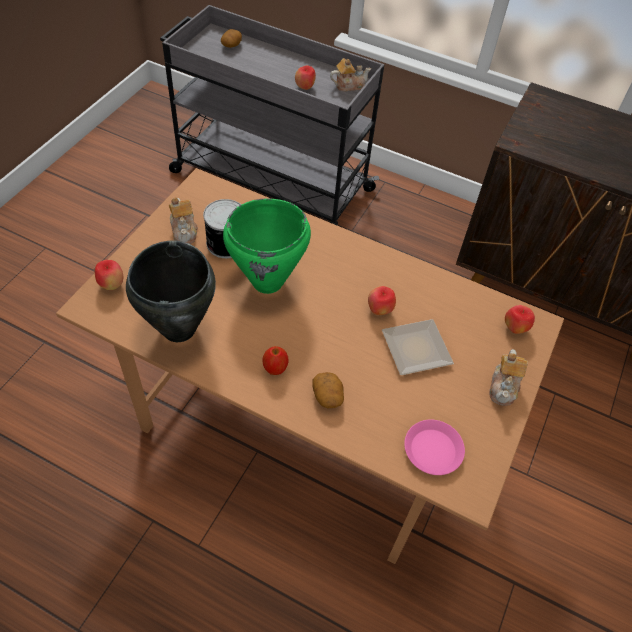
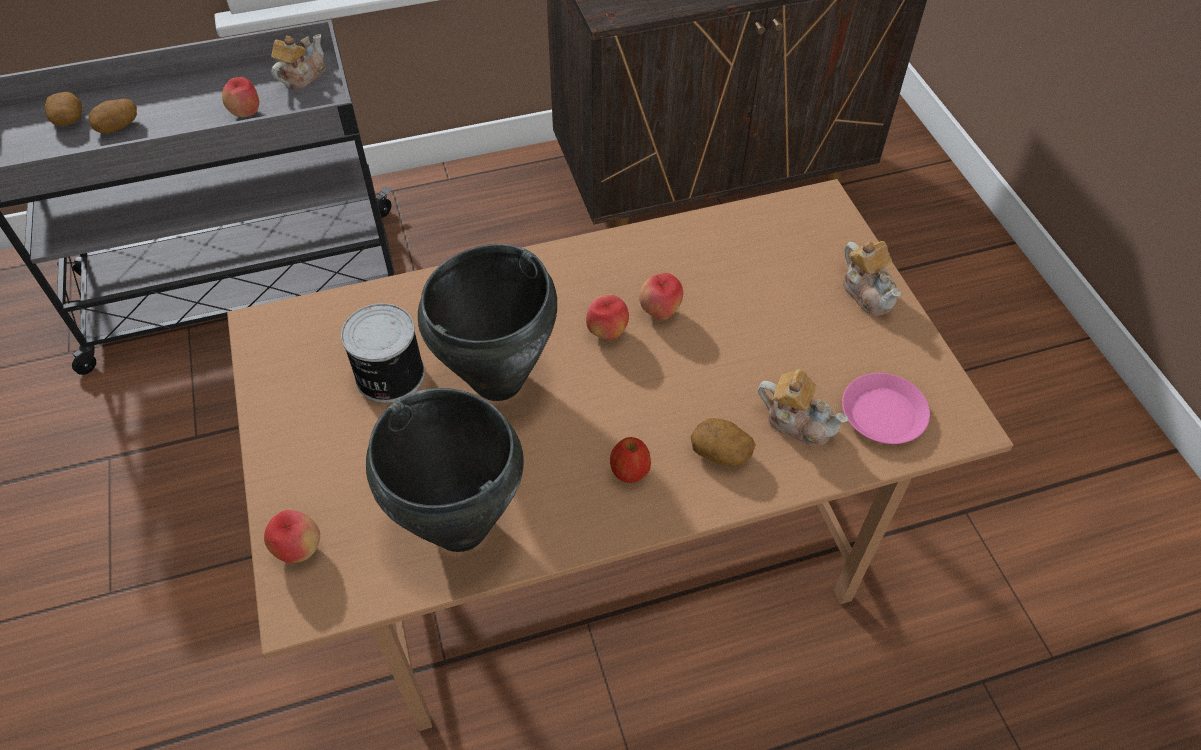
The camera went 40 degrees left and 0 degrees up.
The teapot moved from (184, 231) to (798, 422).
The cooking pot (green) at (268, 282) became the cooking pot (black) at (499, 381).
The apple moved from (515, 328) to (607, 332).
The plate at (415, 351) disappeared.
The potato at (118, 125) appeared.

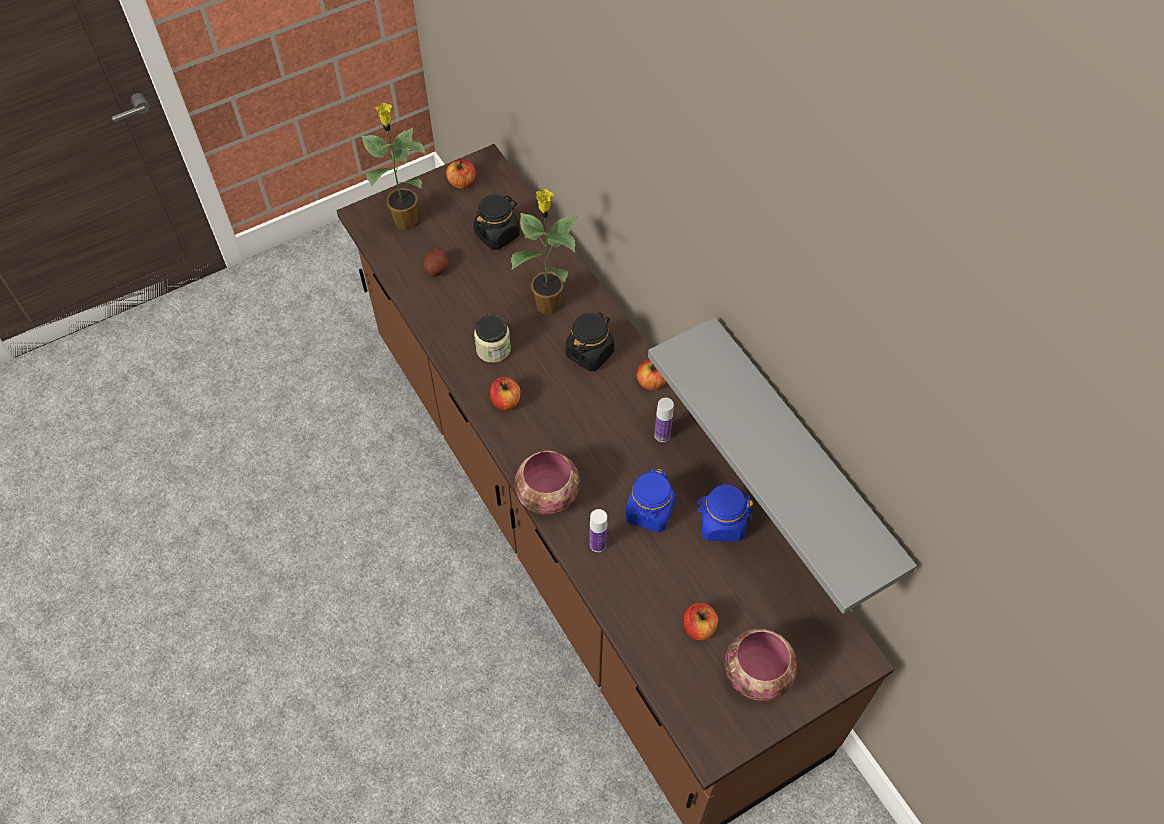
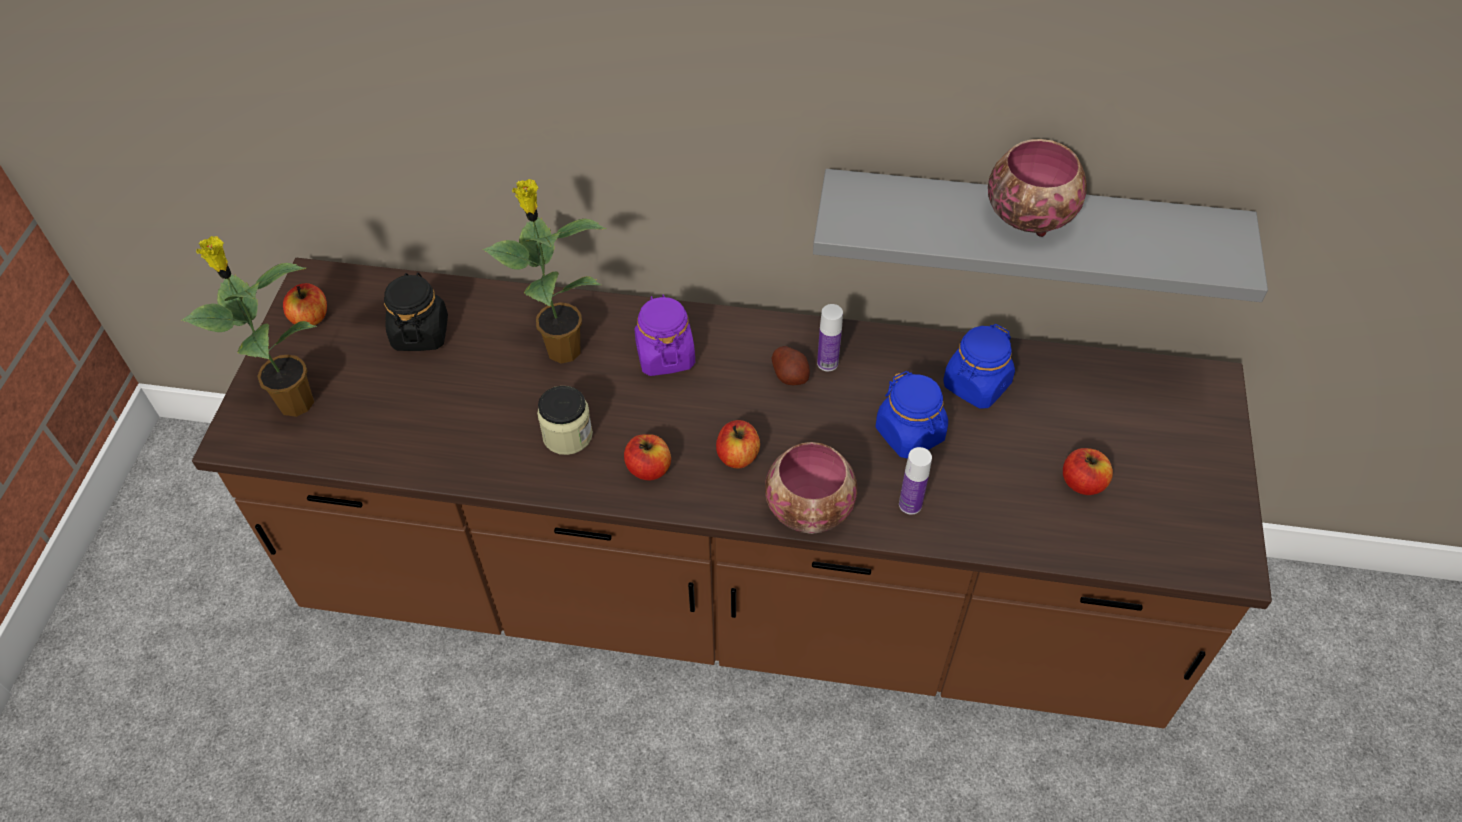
The camera went 50 degrees left and 5 degrees down.
The potato moved from (436, 268) to (790, 375).
The jar (black) at (589, 353) became the jar (purple) at (665, 355).
The apple moved from (652, 382) to (738, 456).
The bowl moved from (758, 674) to (1029, 216).

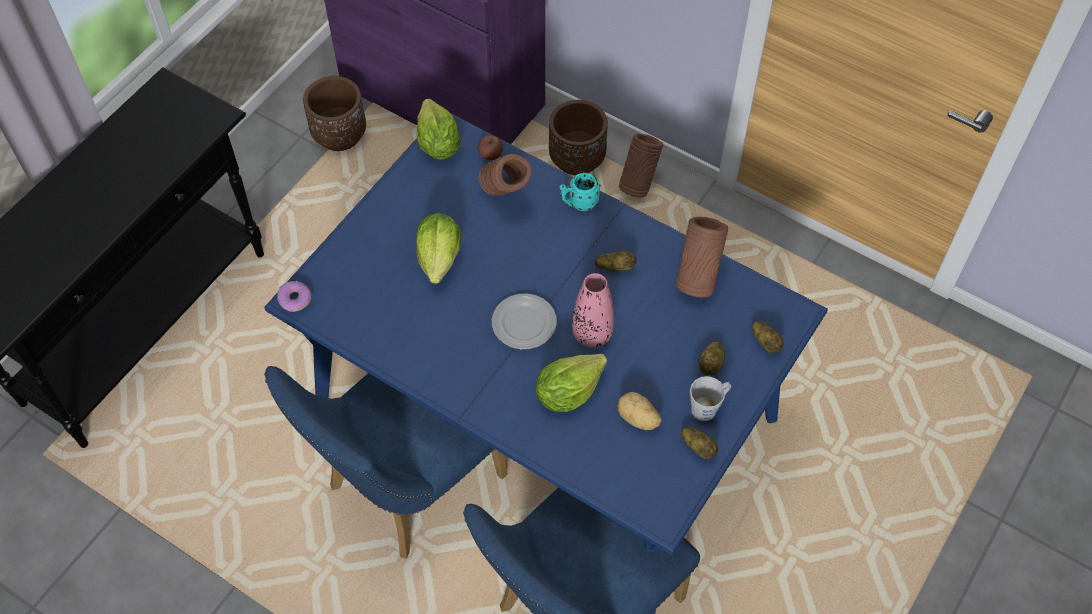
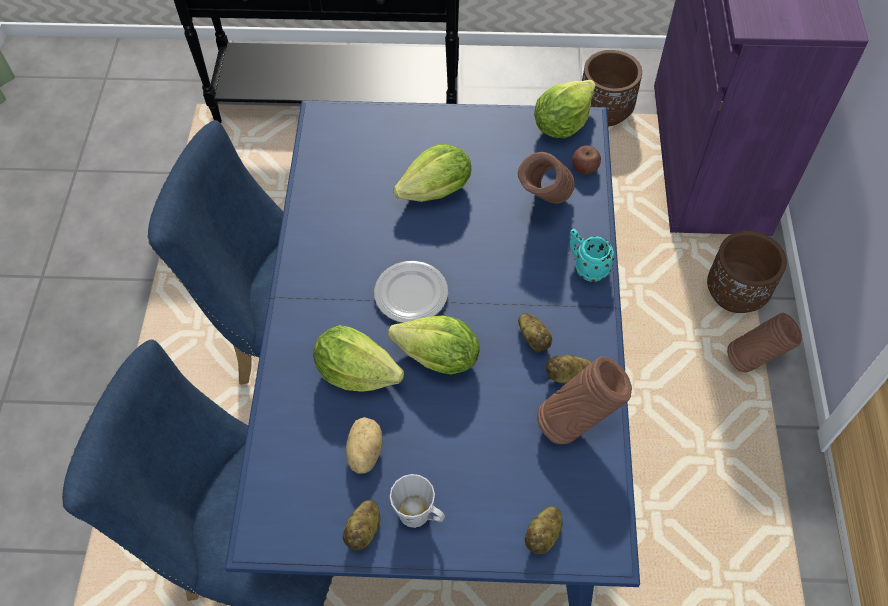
The camera went 60 degrees right and 0 degrees up.
The vase (pink) at (592, 334) was replaced by the lettuce at (439, 358).
The donut at (295, 299) disappeared.
The potato moved from (711, 364) to (568, 376).

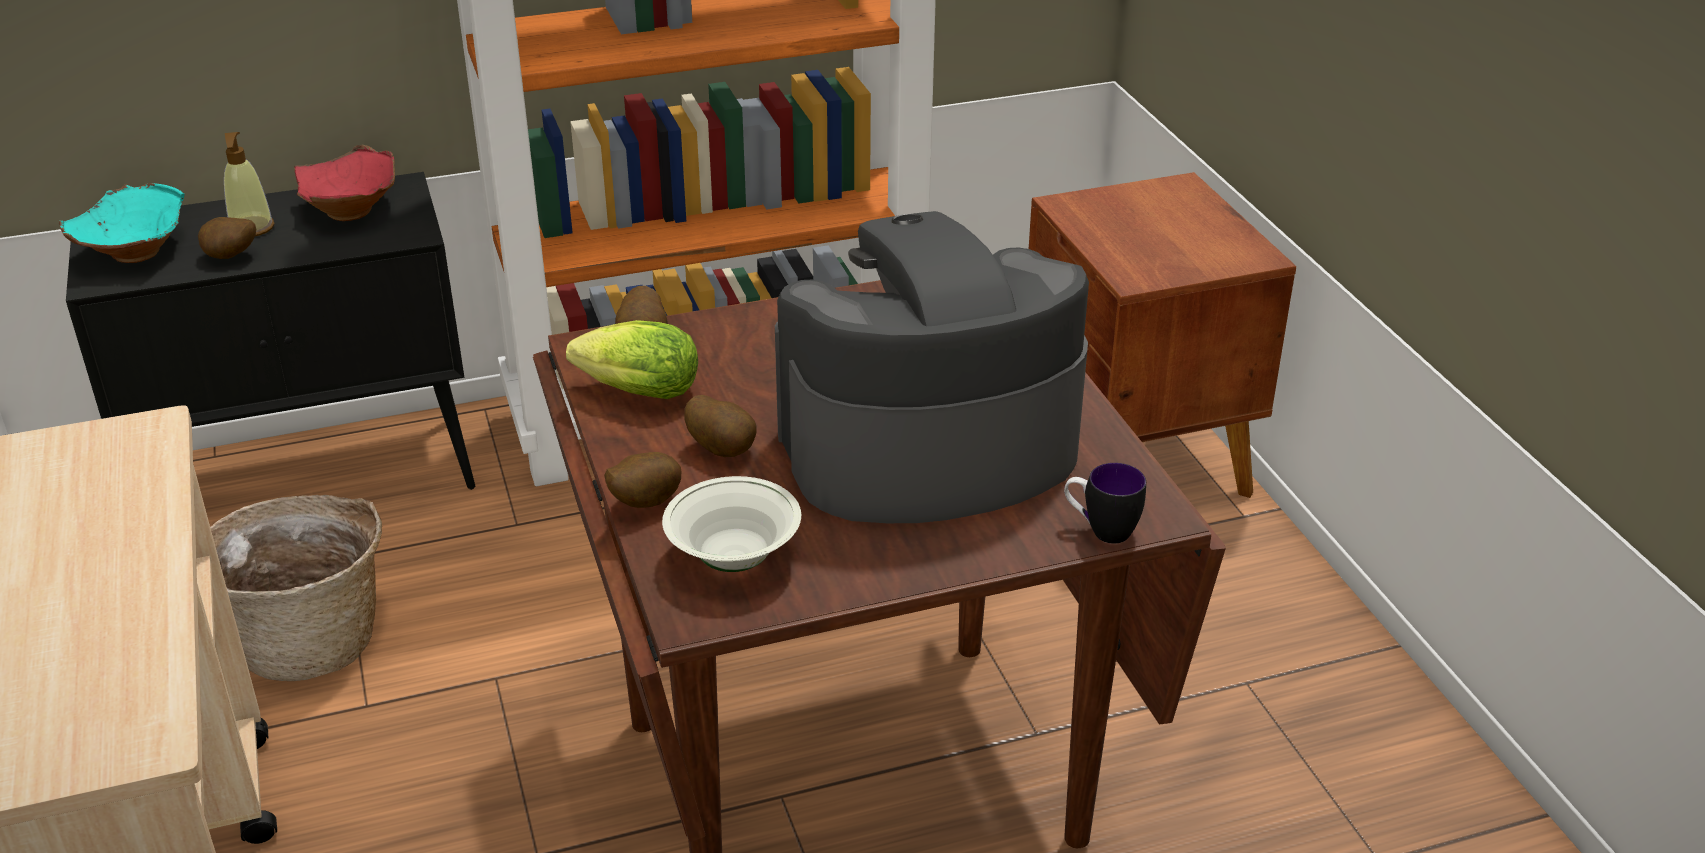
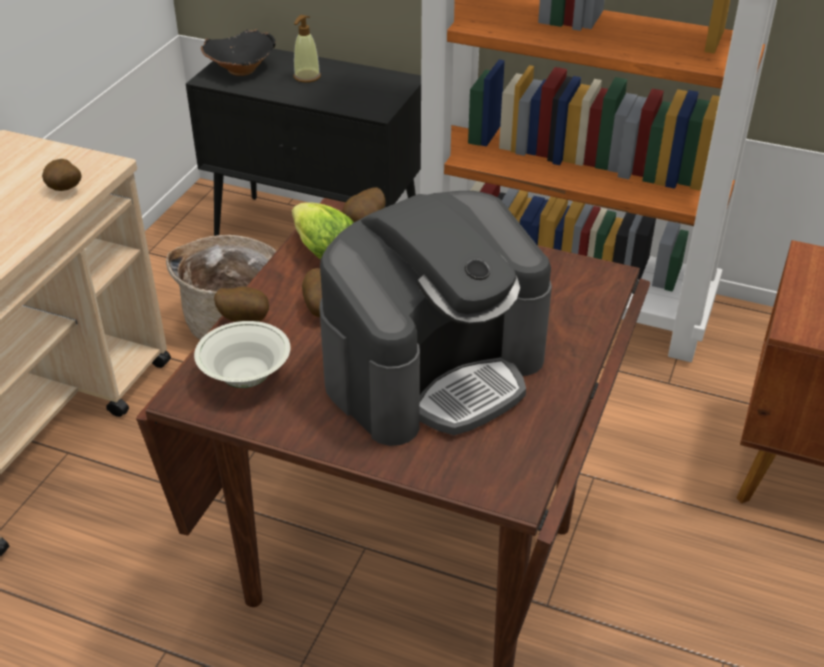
The camera went 40 degrees right and 5 degrees up.
The bowl (red) at (353, 211) disappeared.
The bowl (turquoise) at (132, 252) became the bowl (black) at (240, 69).
The coffee machine at (927, 448) turned 120 degrees clockwise.
The potato moved from (231, 258) to (64, 190).
The mug at (1100, 530) disappeared.

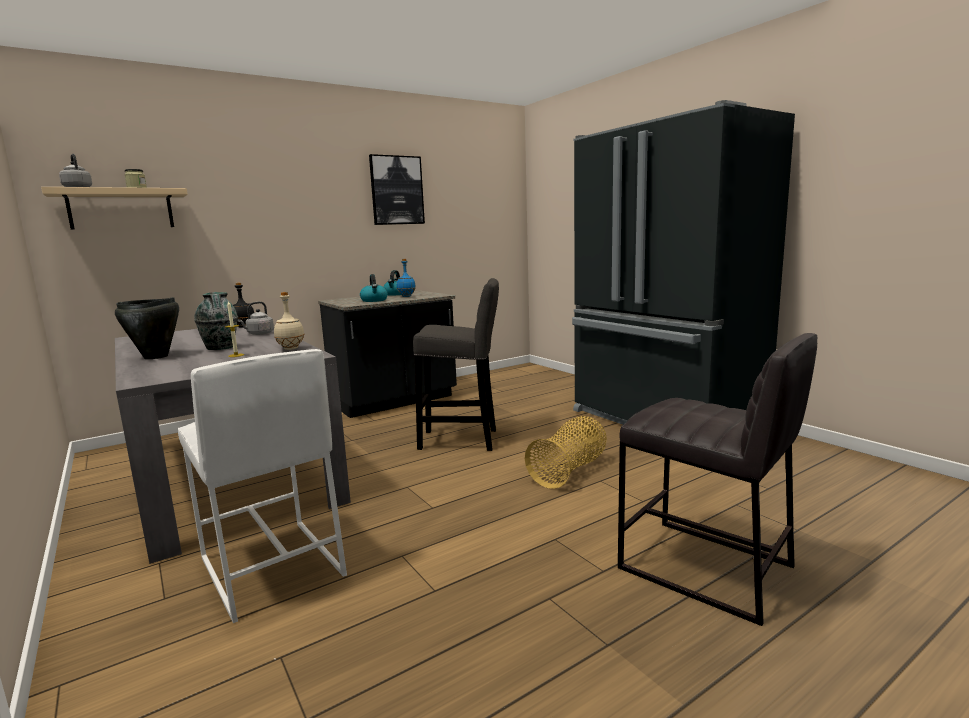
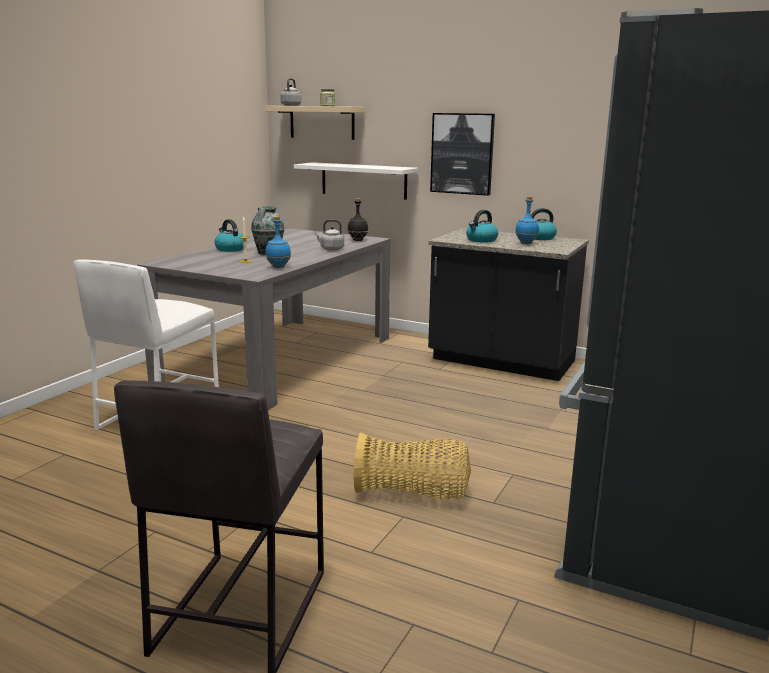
The camera went 60 degrees right and 5 degrees up.
The picture moved from (396, 190) to (462, 153).
The stool (grey) at (463, 440) disappeared.
The bottle (beige) at (290, 348) became the bottle (blue) at (278, 267).
The cooking pot (black) at (156, 357) was replaced by the kettle at (230, 249).
The shelf (white) at (363, 180) appeared.

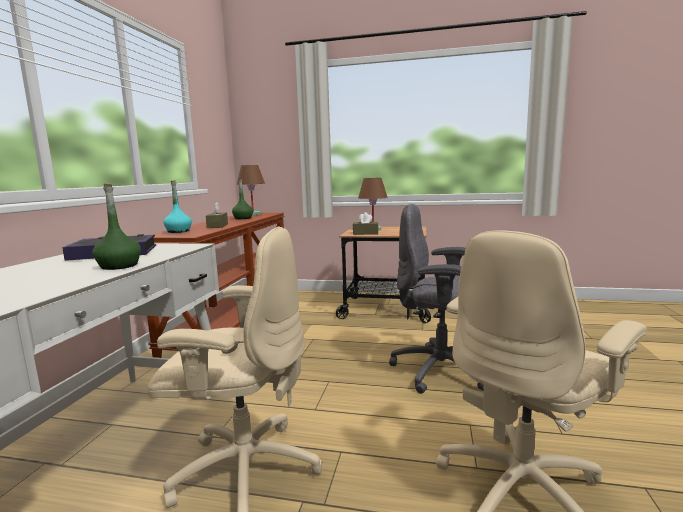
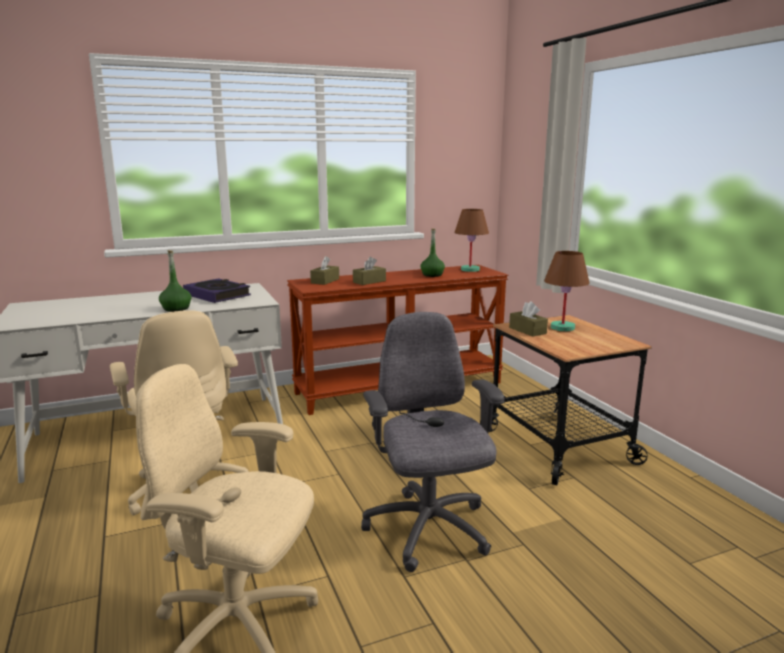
The camera went 55 degrees right and 5 degrees up.
The bottle (turquoise) at (178, 231) was replaced by the tissue box (brown) at (325, 281).

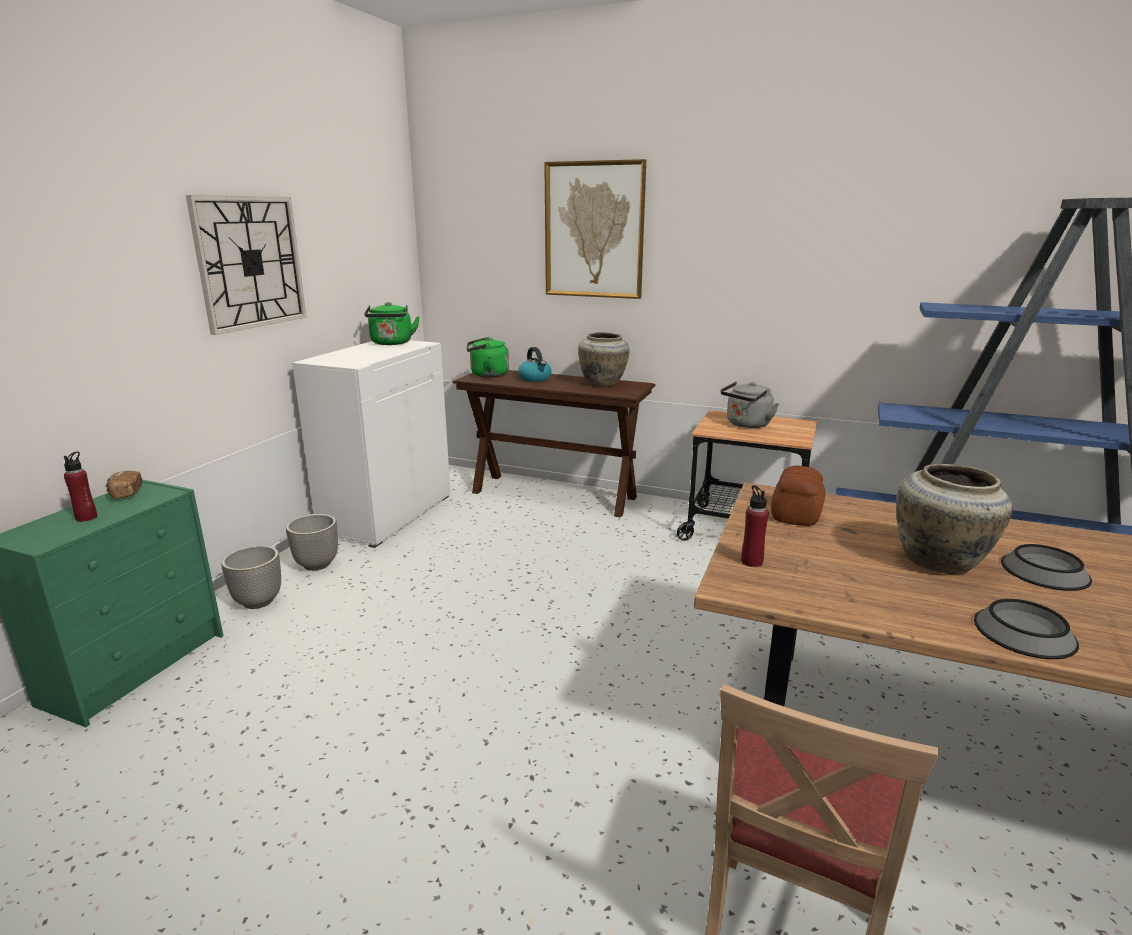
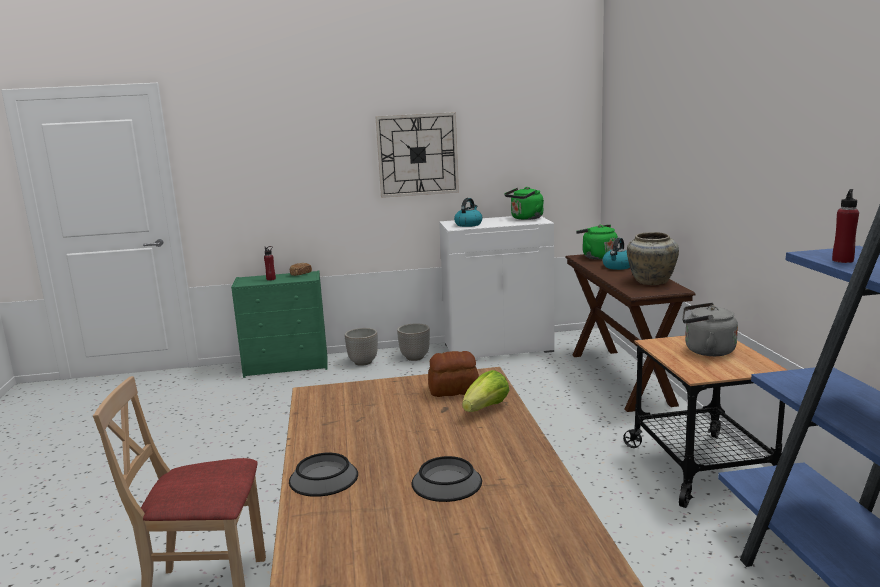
The camera went 60 degrees right and 5 degrees down.
The picture at (594, 230) disappeared.
The vase (beige) at (941, 562) disappeared.
The bottle (red) moved from (751, 562) to (842, 260).
The kettle at (468, 224) appeared.
The lettuce at (486, 408) appeared.

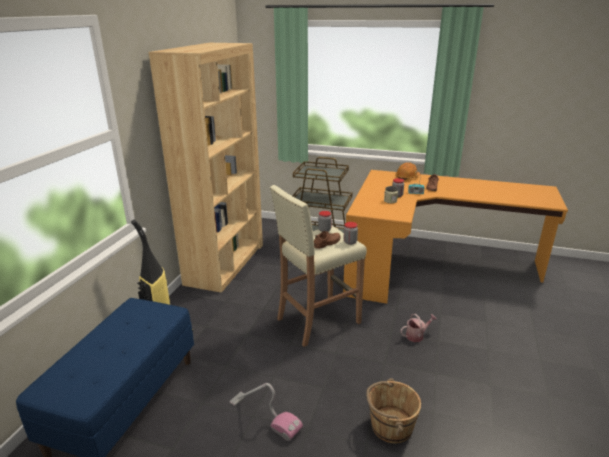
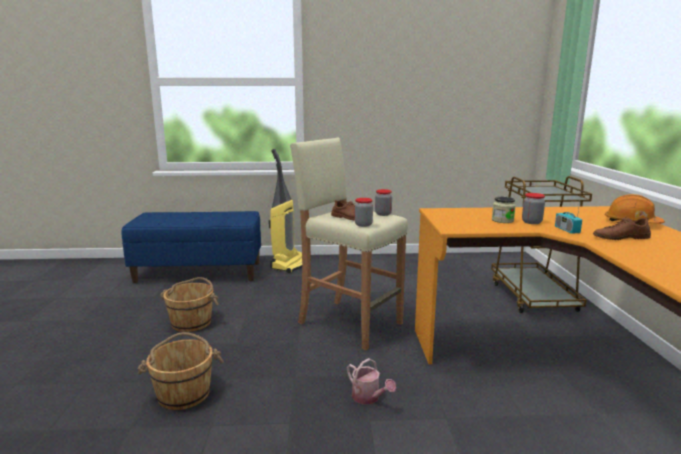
The camera went 70 degrees right and 10 degrees down.
The bookcase (brown) at (225, 263) disappeared.
The vacuum cleaner at (264, 416) was replaced by the bucket (brown) at (192, 322).

